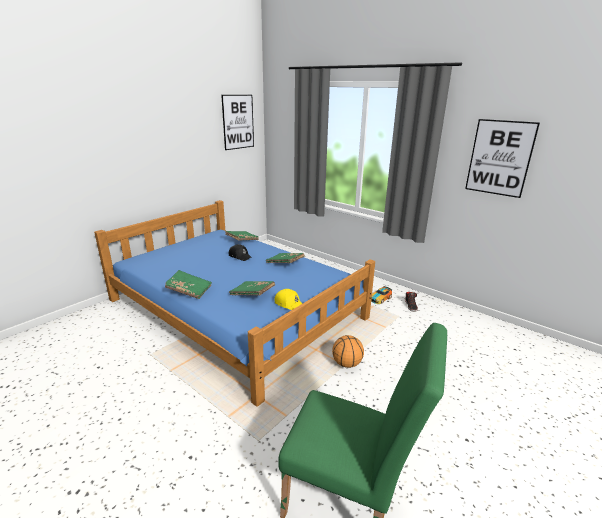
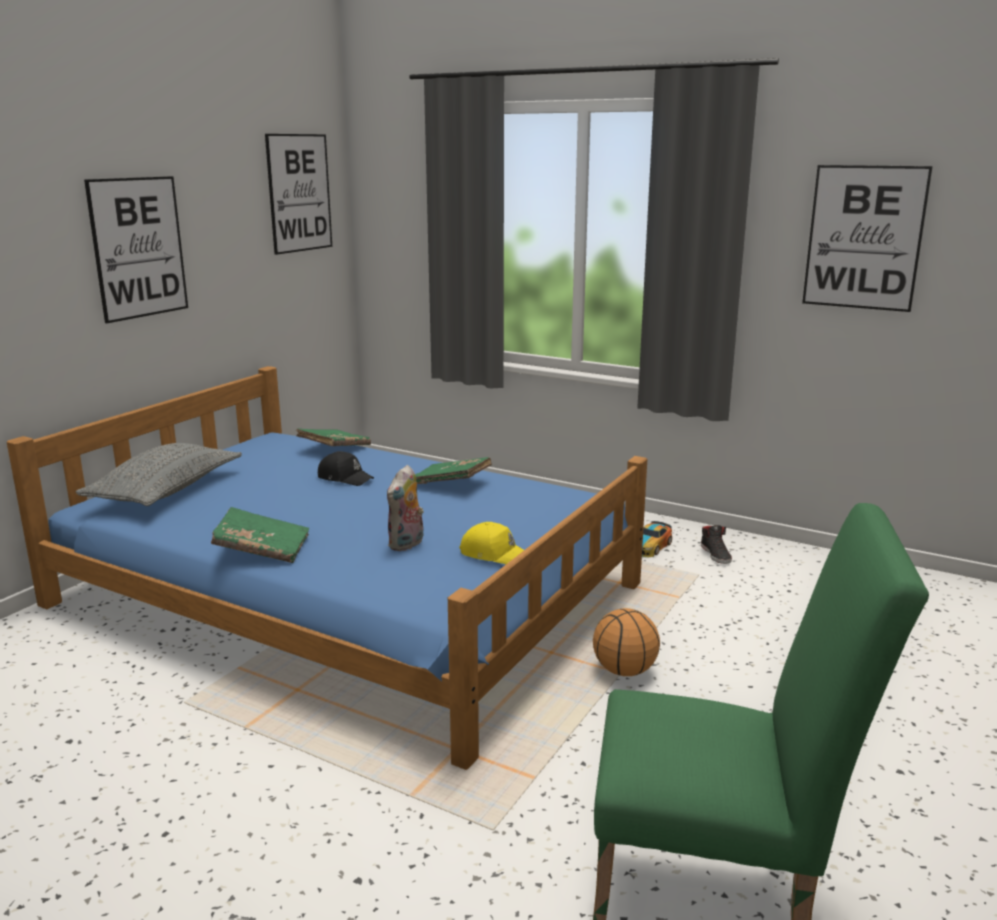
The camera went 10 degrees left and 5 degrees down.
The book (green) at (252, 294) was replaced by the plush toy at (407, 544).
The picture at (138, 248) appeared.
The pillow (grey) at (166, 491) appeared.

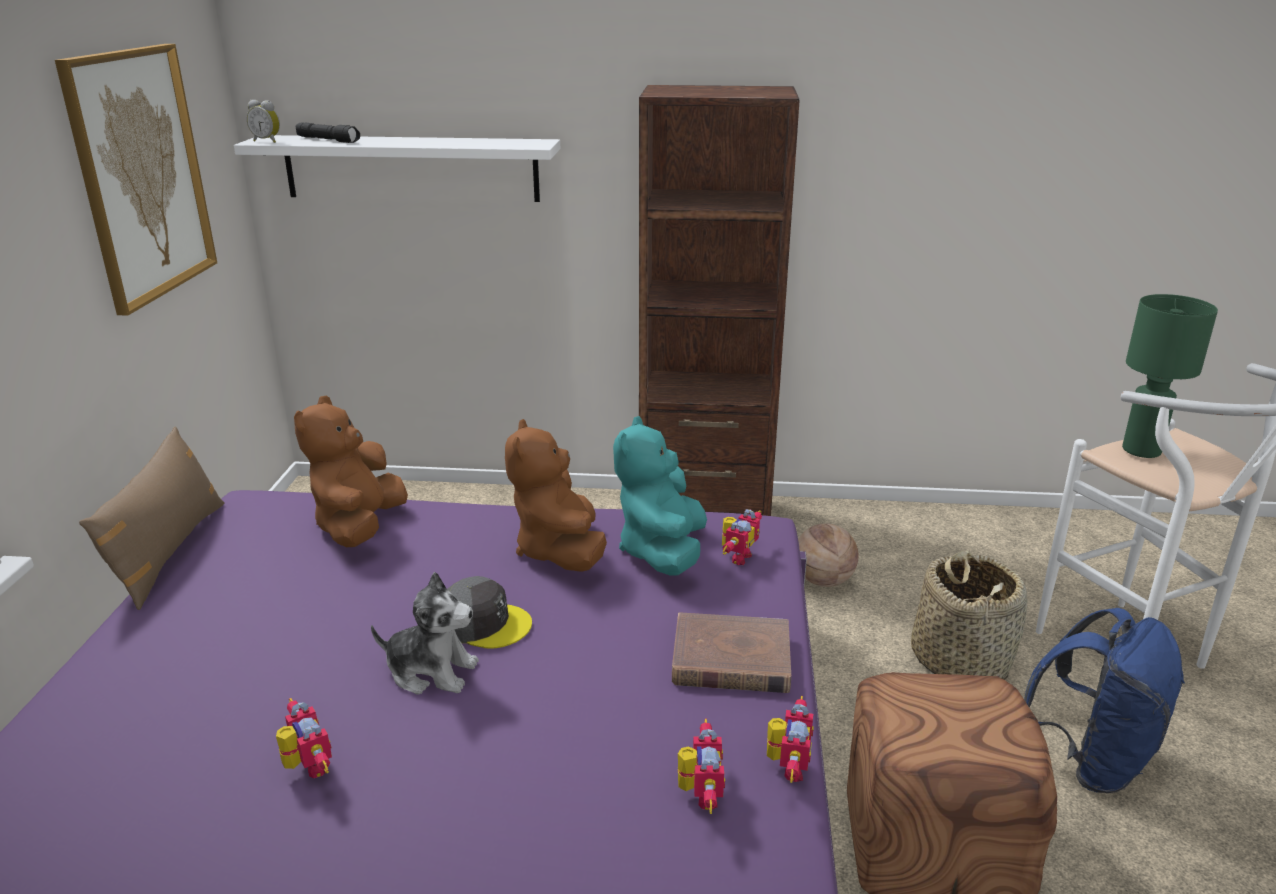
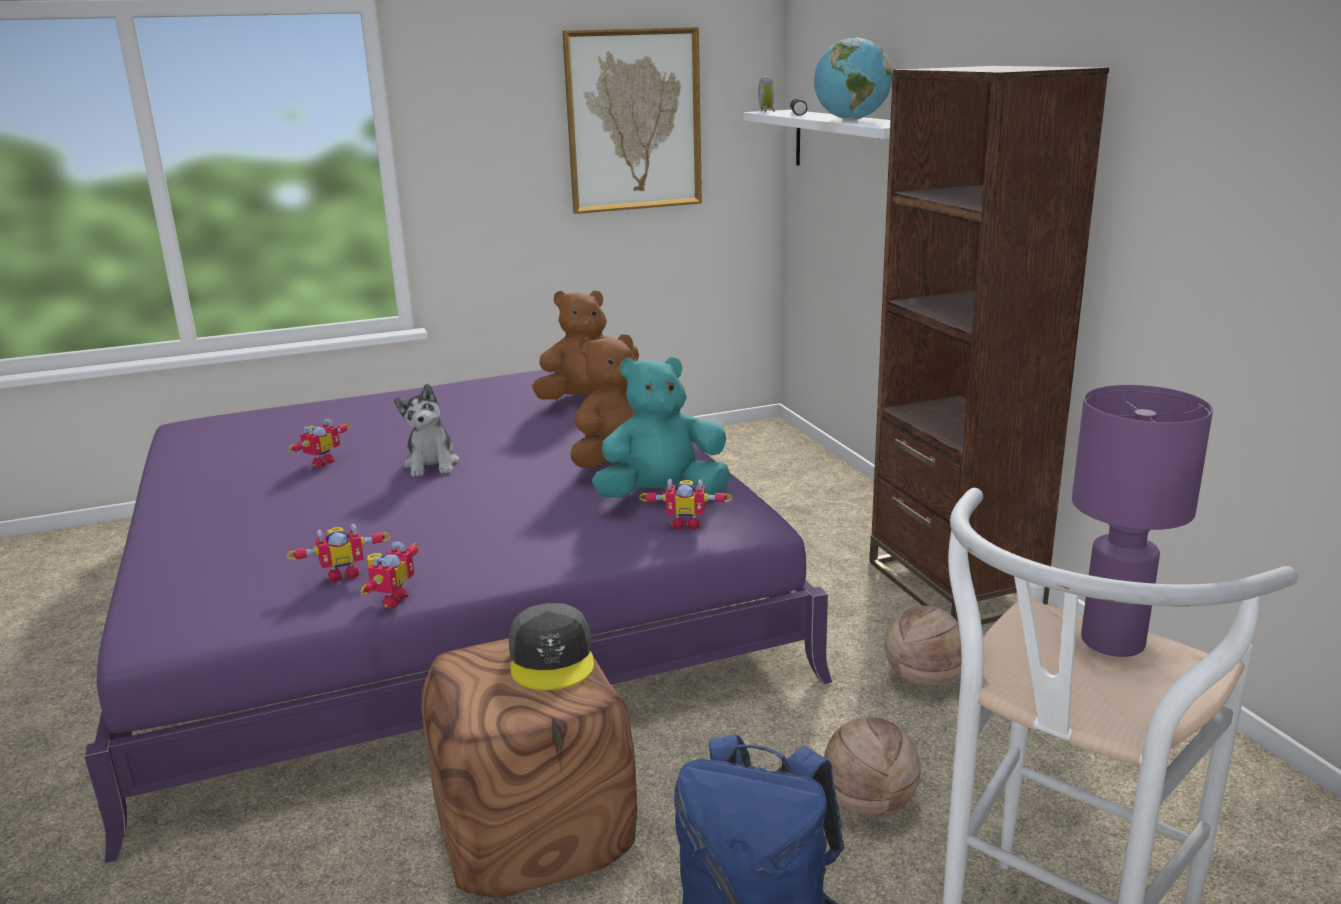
The camera went 65 degrees right and 5 degrees down.
The table lamp (green) at (1142, 451) became the table lamp (purple) at (1111, 643).
The pillow (brown) at (168, 552) disappeared.
The basket at (960, 659) was replaced by the basketball at (869, 804).
The cap (grey) moved from (483, 623) to (552, 659).
The book (brown) at (731, 659) disappeared.
The toy robot at (786, 767) turned 60 degrees counterclockwise.
The globe at (850, 120) appeared.

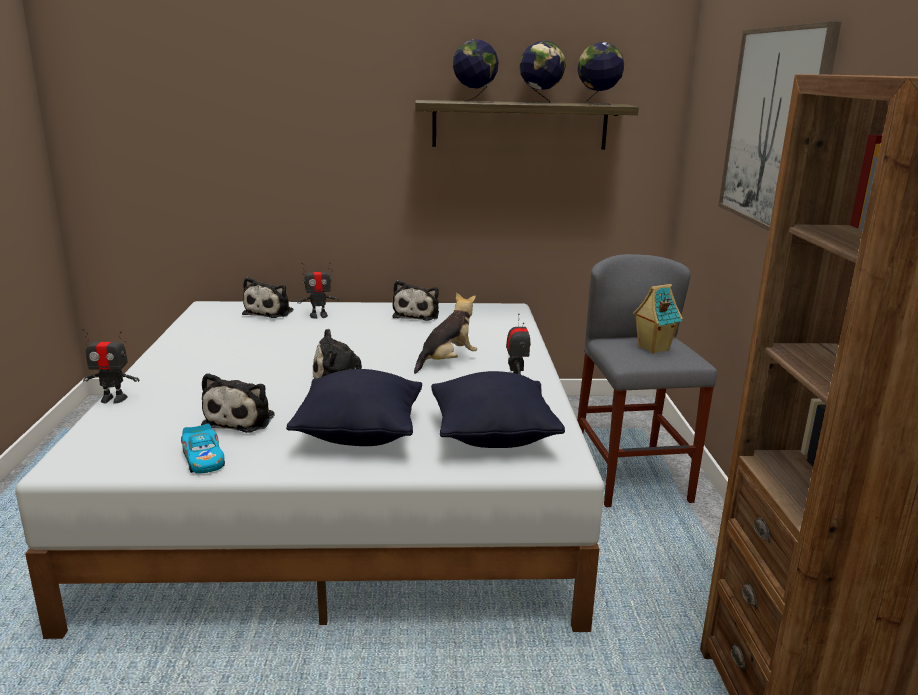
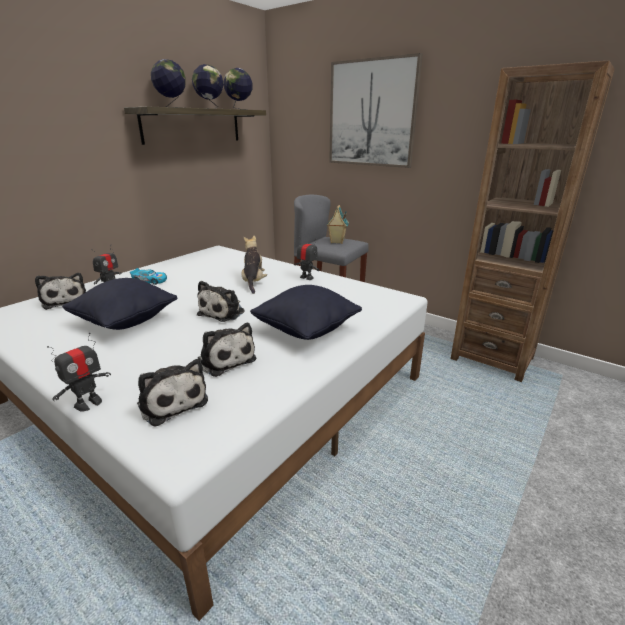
The camera went 50 degrees left and 5 degrees up.
The plush toy moved from (417, 314) to (172, 401).
The pillow (black) moved from (493, 437) to (125, 322).
The toy car moved from (203, 459) to (150, 281).

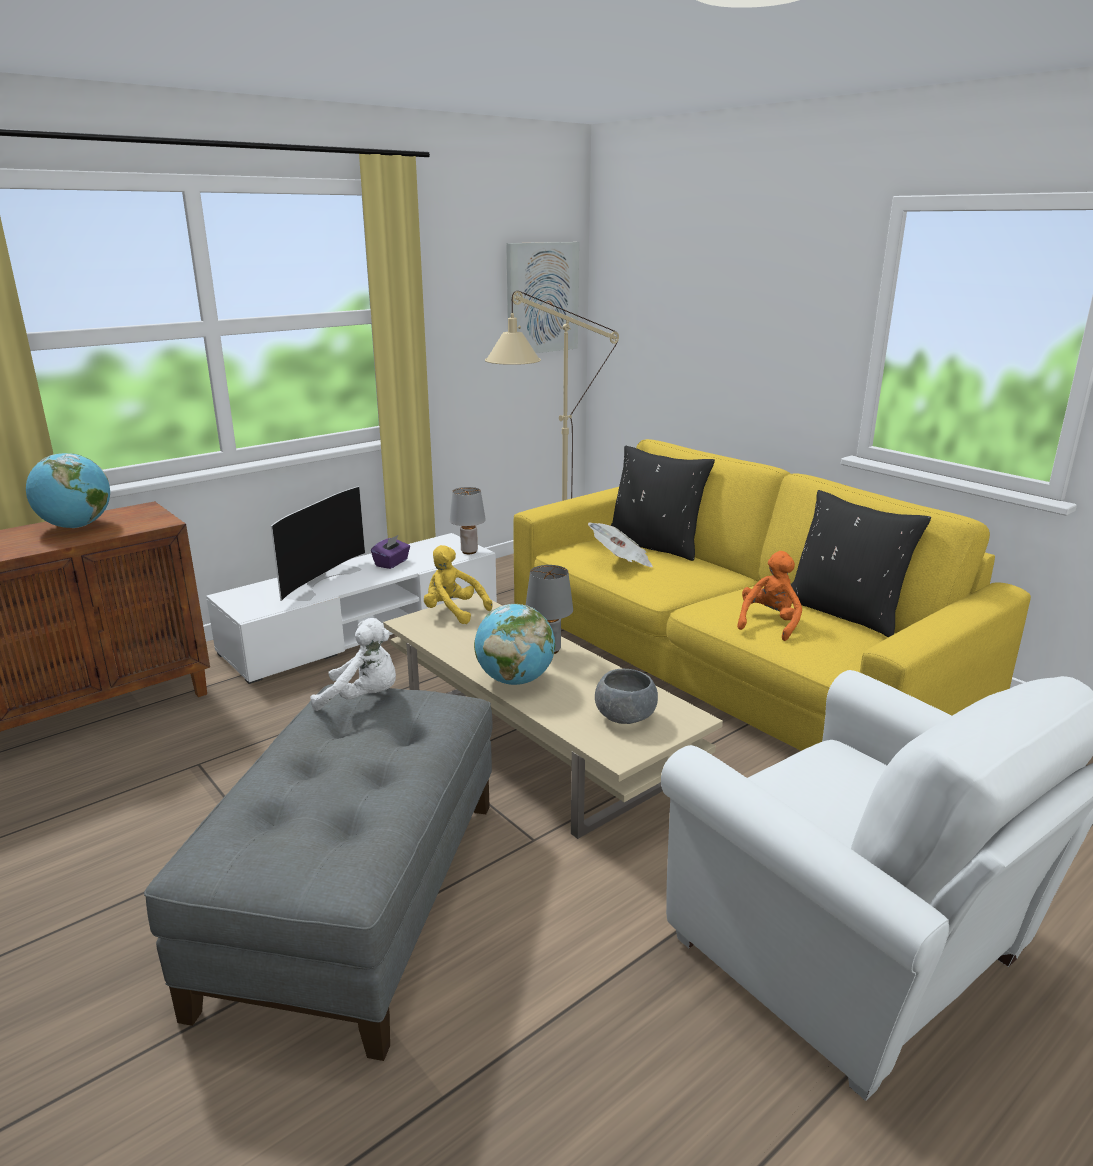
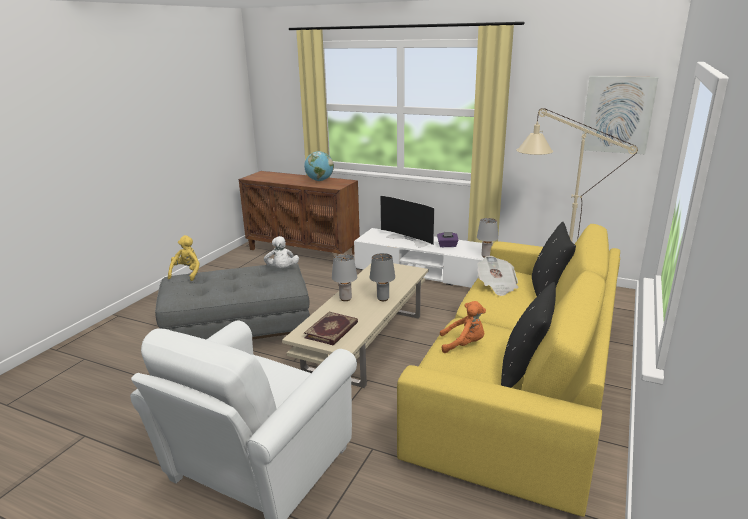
The camera went 65 degrees right and 0 degrees up.
The television at (319, 581) turned 45 degrees clockwise.
The plush toy (yellow) moved from (453, 612) to (187, 273).
The globe at (515, 680) was replaced by the table lamp (grey) at (345, 299).
The bowl (grey) at (625, 717) was replaced by the book at (332, 330).

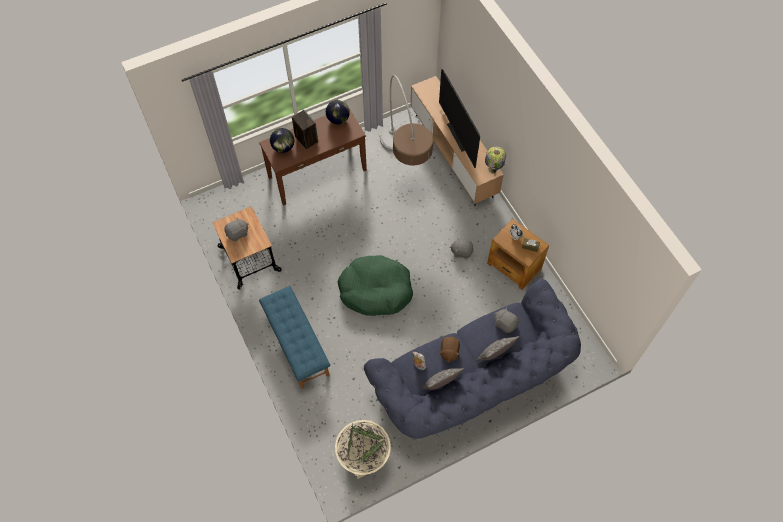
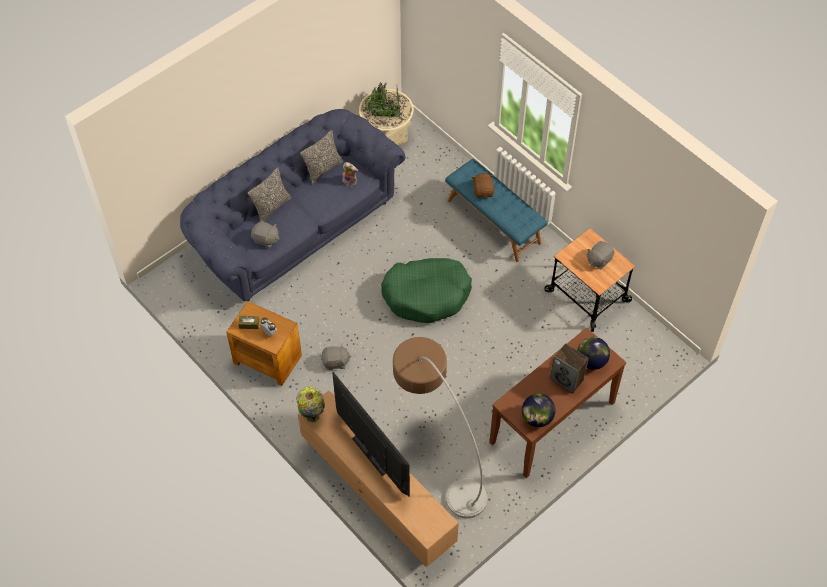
The camera went 165 degrees right and 5 degrees down.
The plush toy (brown) moved from (449, 352) to (483, 191).

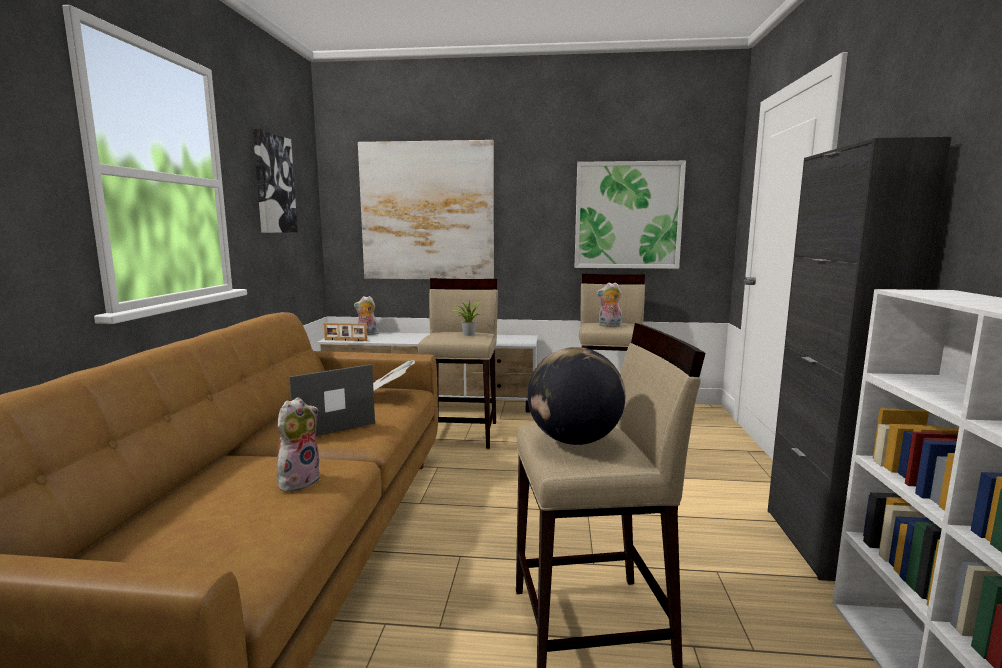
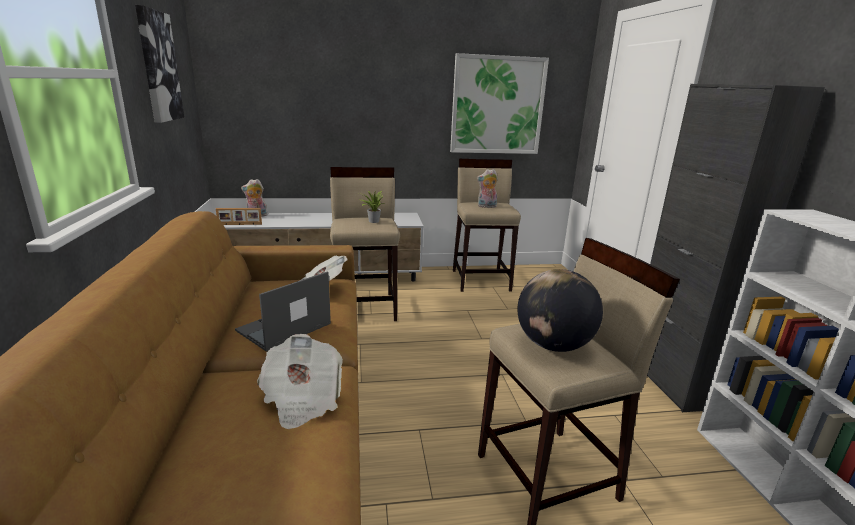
The camera went 15 degrees left and 10 degrees up.
The picture at (427, 211) disappeared.
The plush toy at (299, 481) was replaced by the newspaper at (302, 399).

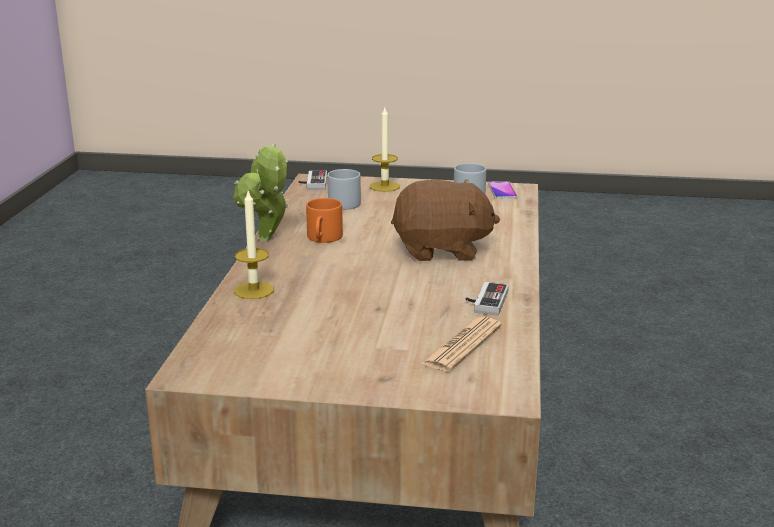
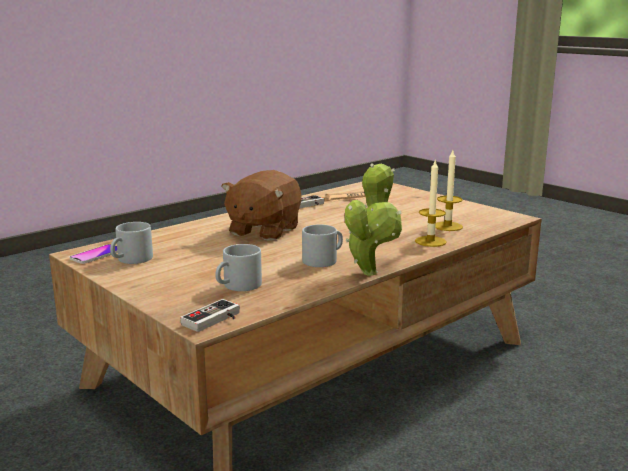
The camera went 140 degrees left and 5 degrees down.
The candle moved from (384, 186) to (448, 226).
The plush toy (brown) at (442, 250) turned 105 degrees counterclockwise.
The mug (orange) at (324, 238) became the mug (grey) at (323, 259).

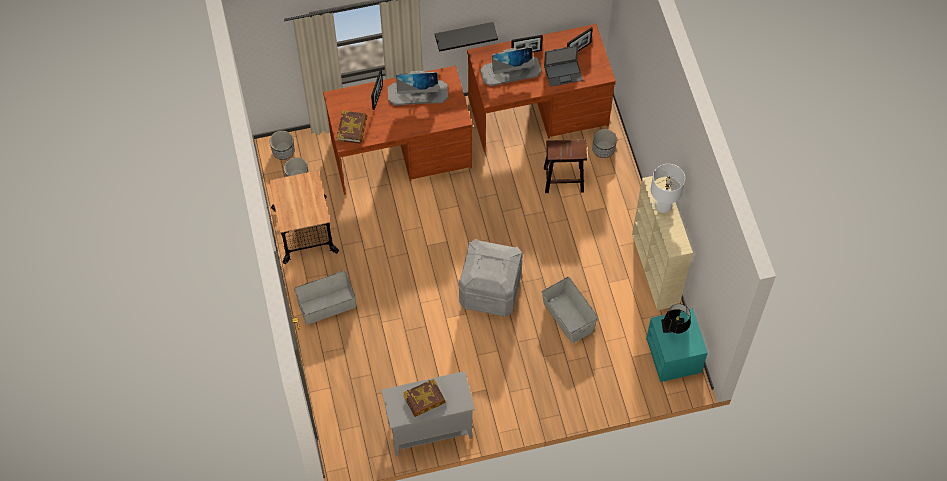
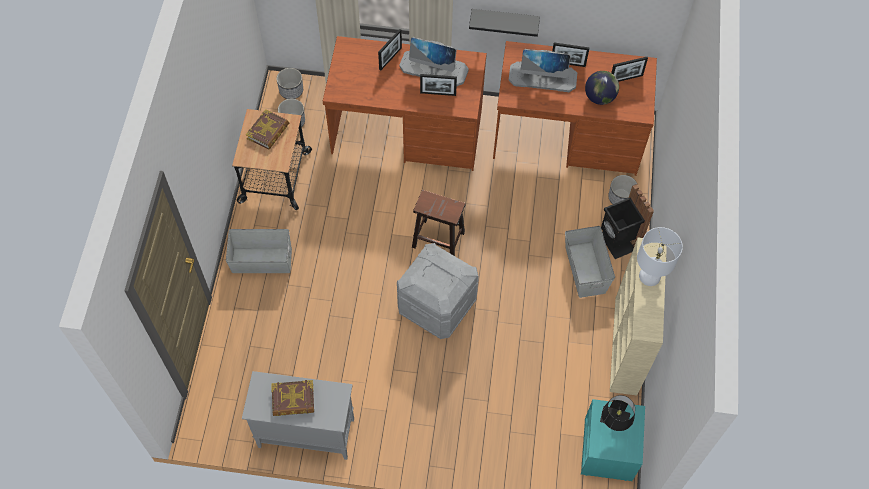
The camera went 20 degrees right and 0 degrees up.
The laptop at (563, 73) was replaced by the globe at (599, 97).
The book moved from (352, 128) to (268, 132).
The stool (brown) moved from (563, 179) to (437, 239).
The storage box (grey) moved from (567, 317) to (585, 270).
The picture frame at (438, 93) appeared.
The trash can (black) at (617, 241) appeared.

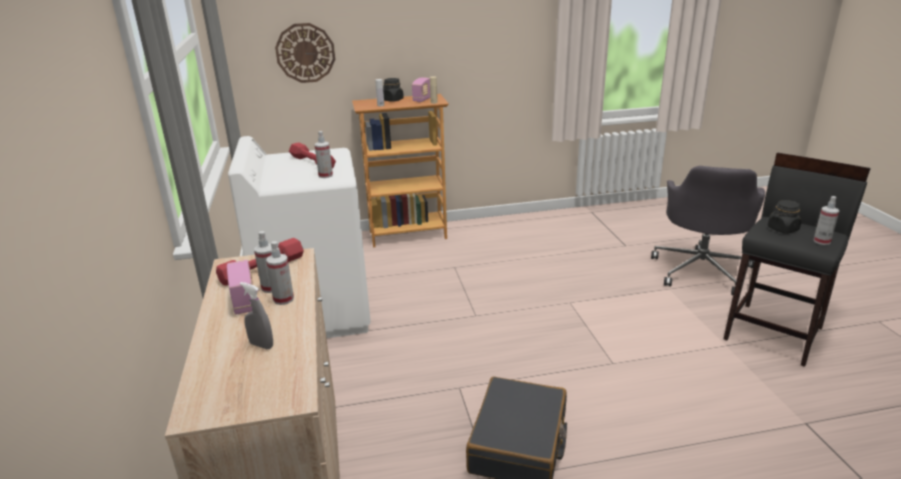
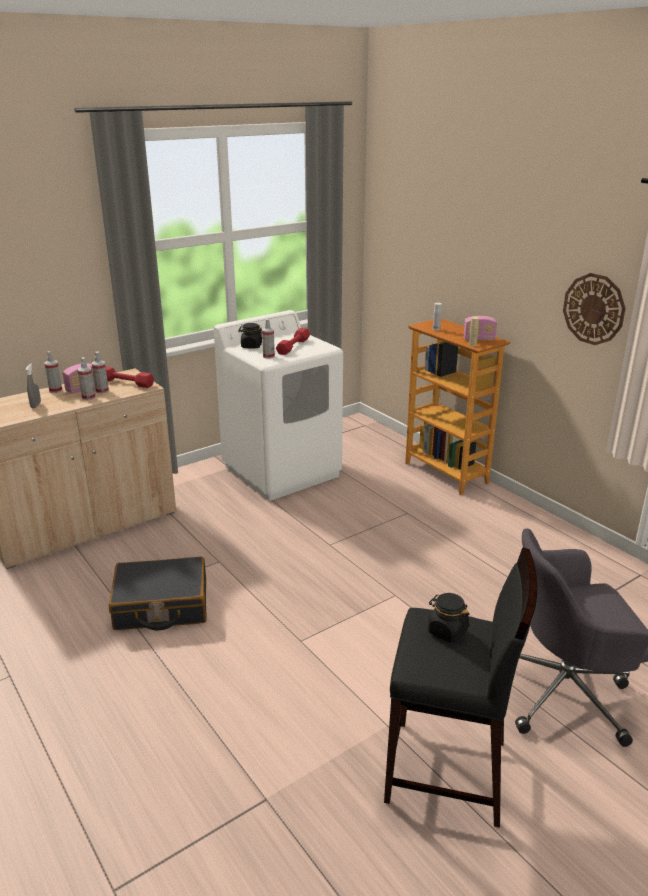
The camera went 65 degrees right and 0 degrees up.
The wall clock moved from (305, 53) to (594, 309).
The jar (black) moved from (392, 100) to (251, 346).
The spray bottle moved from (821, 241) to (55, 390).

